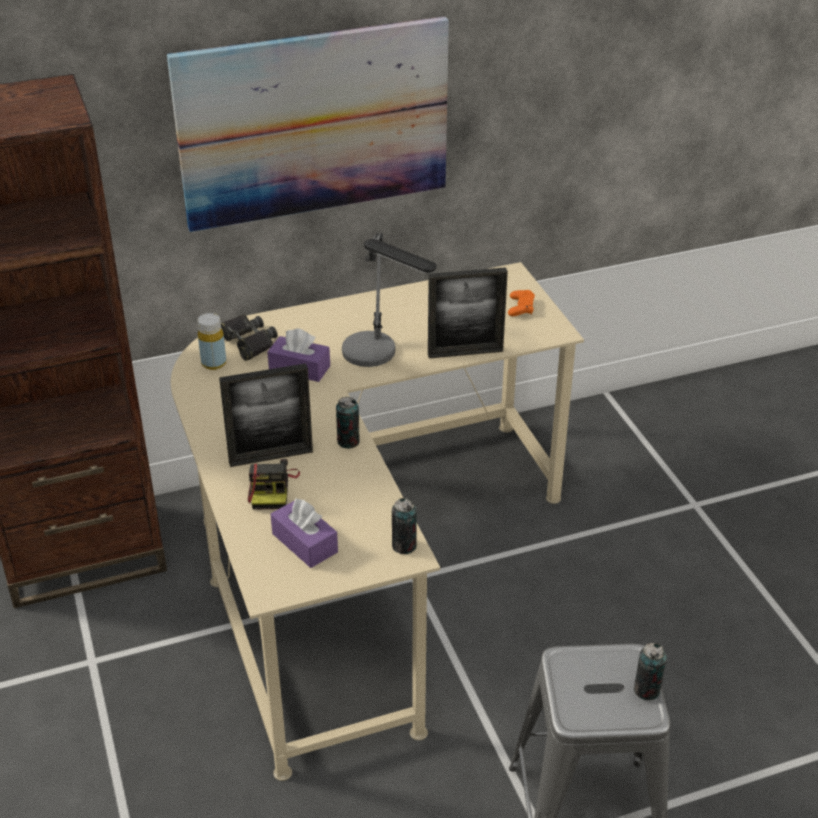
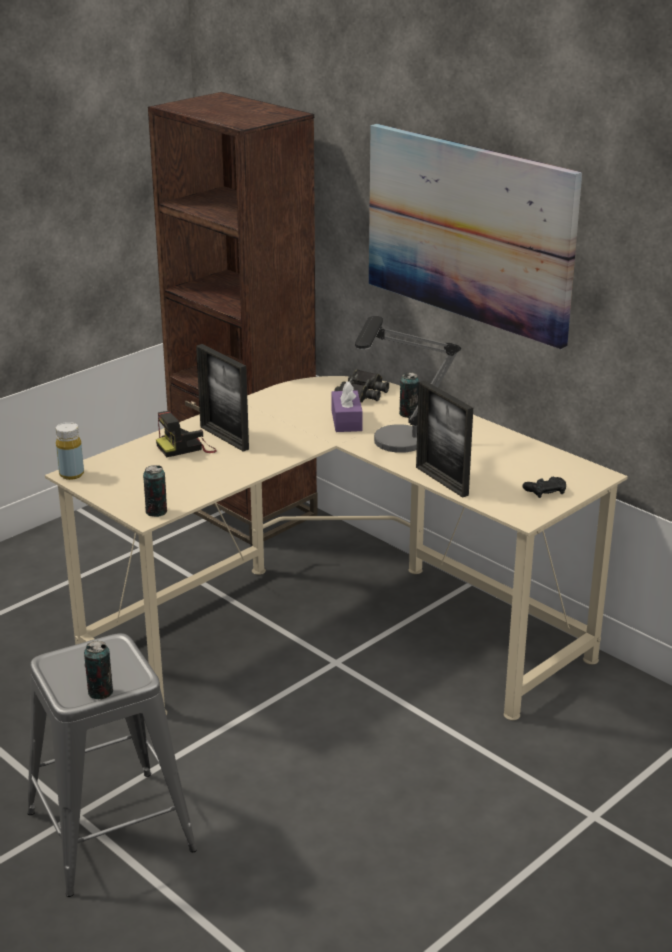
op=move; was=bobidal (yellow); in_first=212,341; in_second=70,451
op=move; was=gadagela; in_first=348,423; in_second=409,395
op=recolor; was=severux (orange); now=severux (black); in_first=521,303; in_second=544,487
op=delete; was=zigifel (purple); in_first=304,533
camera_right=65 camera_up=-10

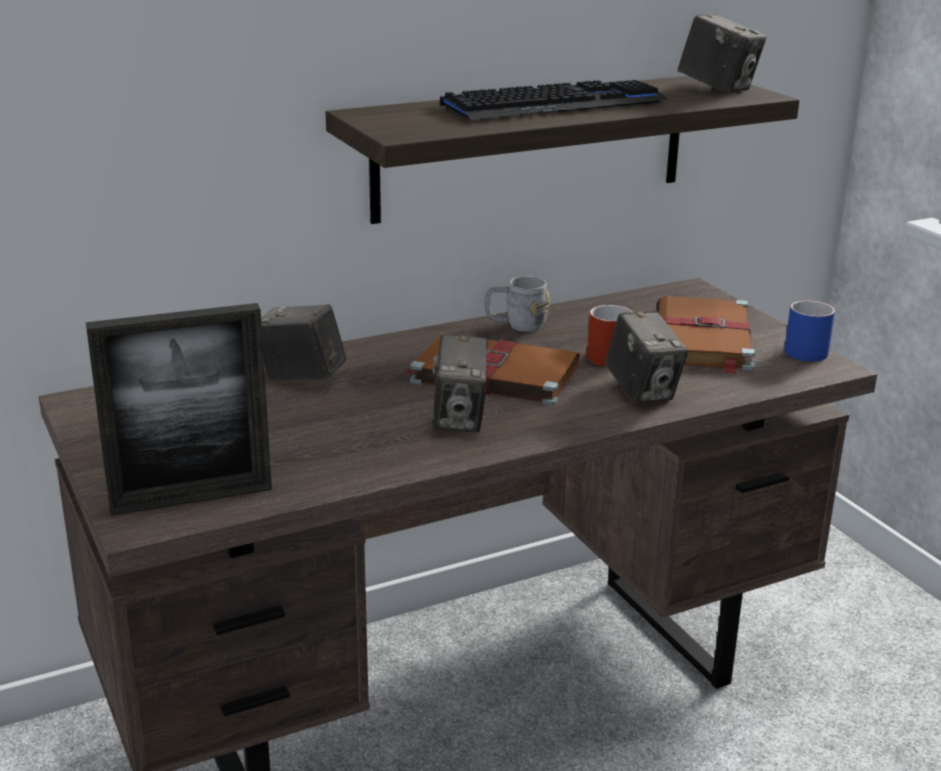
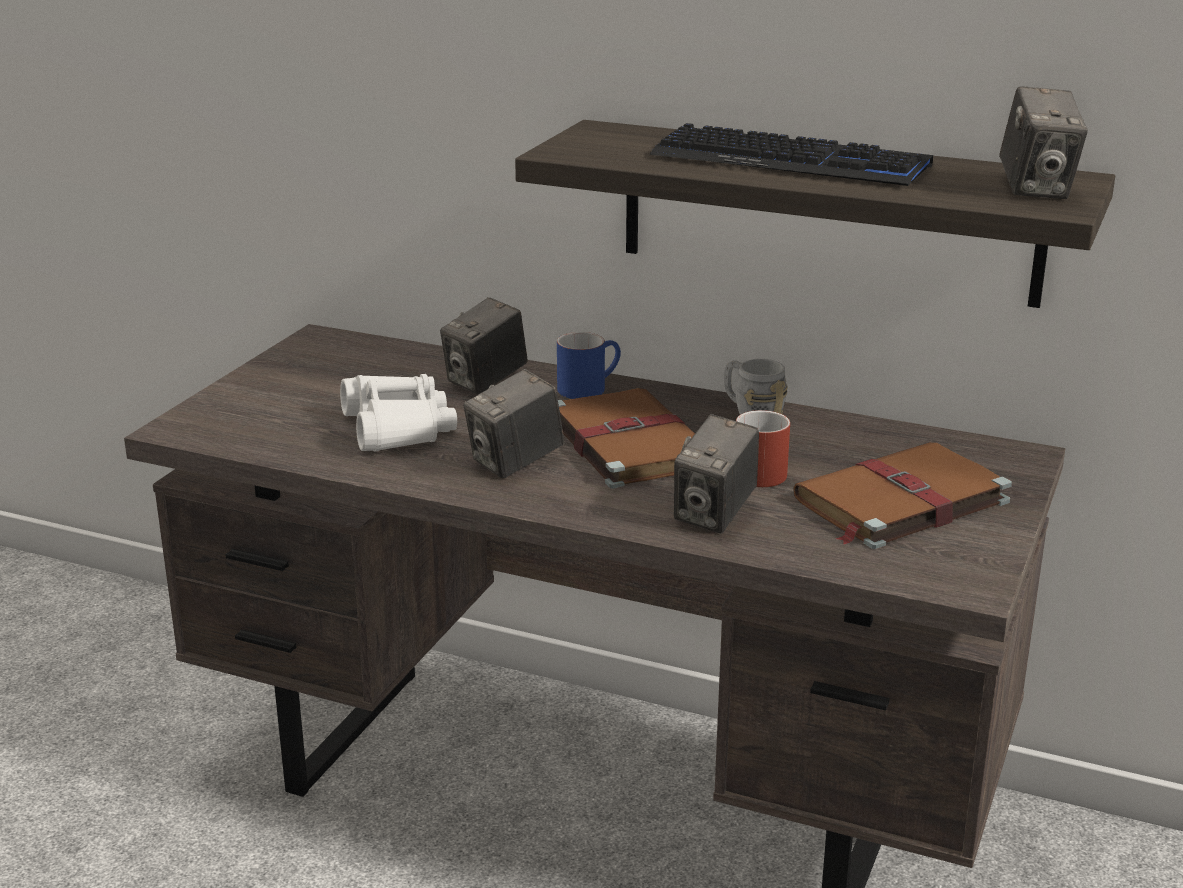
op=insert; now=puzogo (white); in_second=398,412
op=rotate; was=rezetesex; in_first=304,342; in_second=484,345; clockwise=-120
op=move; was=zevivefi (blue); in_first=810,330; in_second=589,365
op=delete; was=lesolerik; in_first=179,409
camera_right=50 camera_up=0

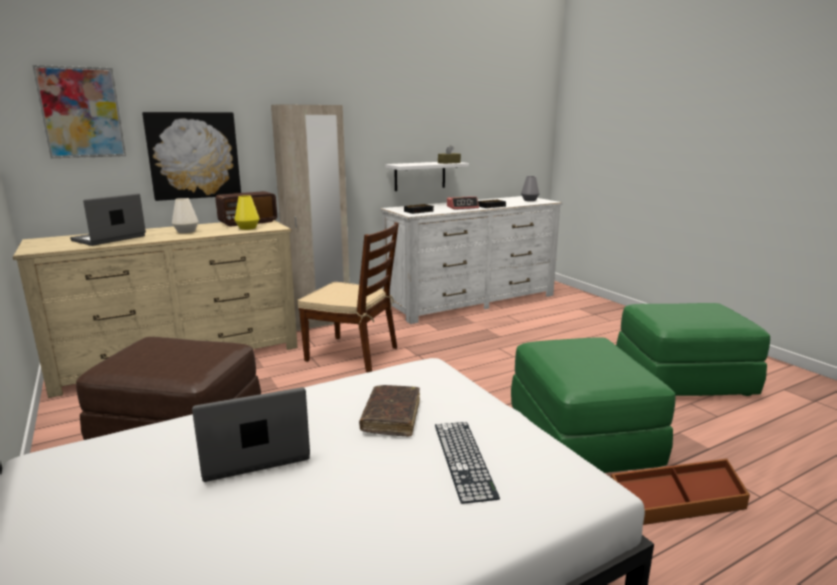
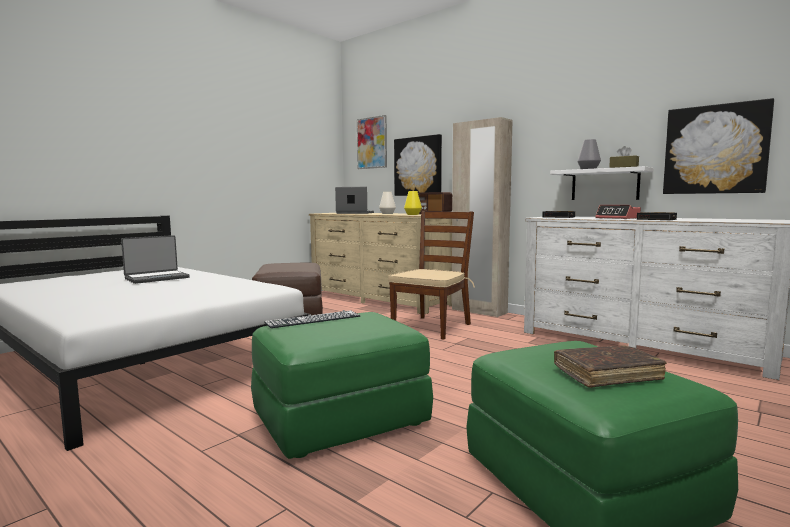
op=rotate; was=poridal; in_first=251,434; in_second=155,259; clockwise=90
op=move; was=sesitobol; in_first=467,463; in_second=312,319
op=rotate; was=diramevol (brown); in_first=348,297; in_second=431,275; clockwise=-150
op=move; was=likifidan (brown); in_first=389,410; in_second=610,367
op=move; was=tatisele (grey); in_first=530,188; in_second=589,154
op=insert; now=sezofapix; in_second=718,146
op=delete; was=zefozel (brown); in_first=680,492
camera_right=70 camera_up=-10

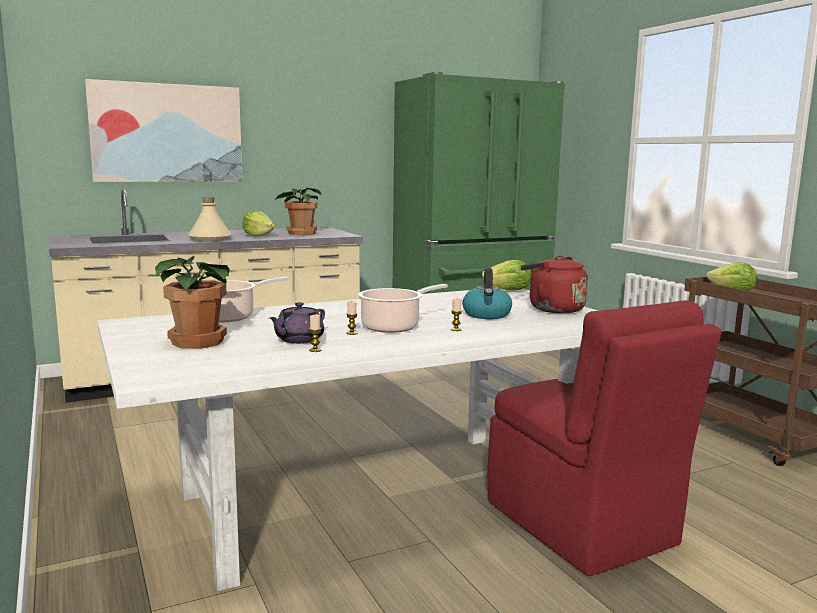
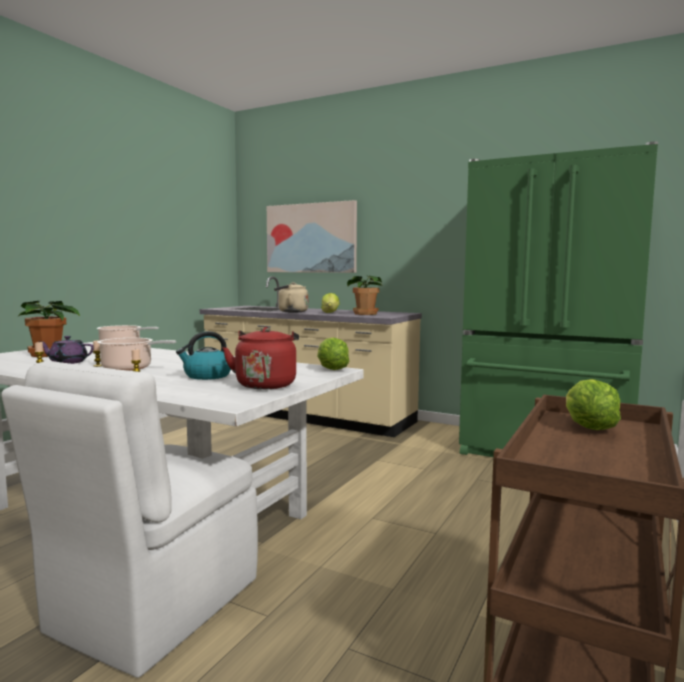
op=recolor; was=diramevol (red); now=diramevol (white); in_first=605,438; in_second=129,519
op=replace; was=bobidal (beige); now=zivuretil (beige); in_first=210,219; in_second=291,297
camera_right=55 camera_up=-5

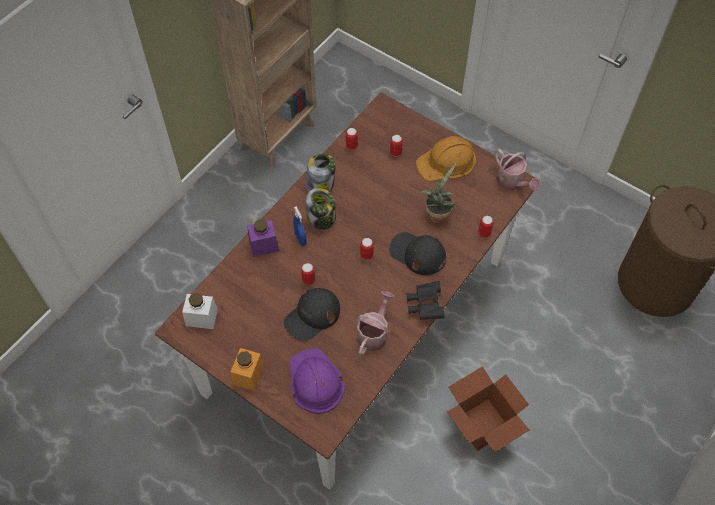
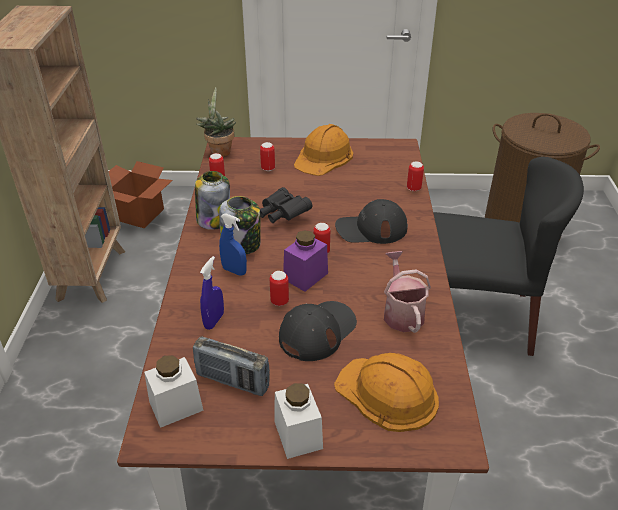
op=move; was=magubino; in_first=488,409; in_second=141,194
op=insert; now=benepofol; in_second=231,366
op=move; was=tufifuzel; in_first=438,194; in_second=216,122
op=insert; now=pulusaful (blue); in_second=212,293
op=move; was=puzogo (black); in_first=425,300; in_second=286,205
op=recolor; was=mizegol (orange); now=mizegol (white); in_first=247,369; in_second=298,421
op=rotate; was=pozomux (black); in_first=312,314; in_second=318,331; clockwise=-150
op=move; was=mizegol (purple); in_first=263,238; in_second=305,261
op=recolor; was=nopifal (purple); now=nopifal (orange); in_first=317,381; in_second=386,392
op=insert; now=diramevol (black); in_second=508,256
op=delete; was=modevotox; in_first=517,170
camera_right=-35 camera_up=-20

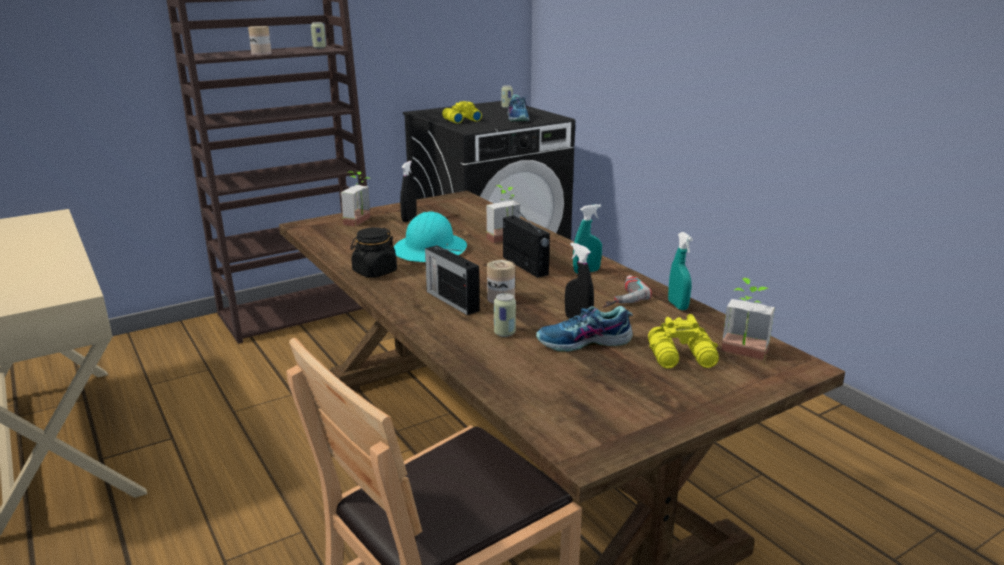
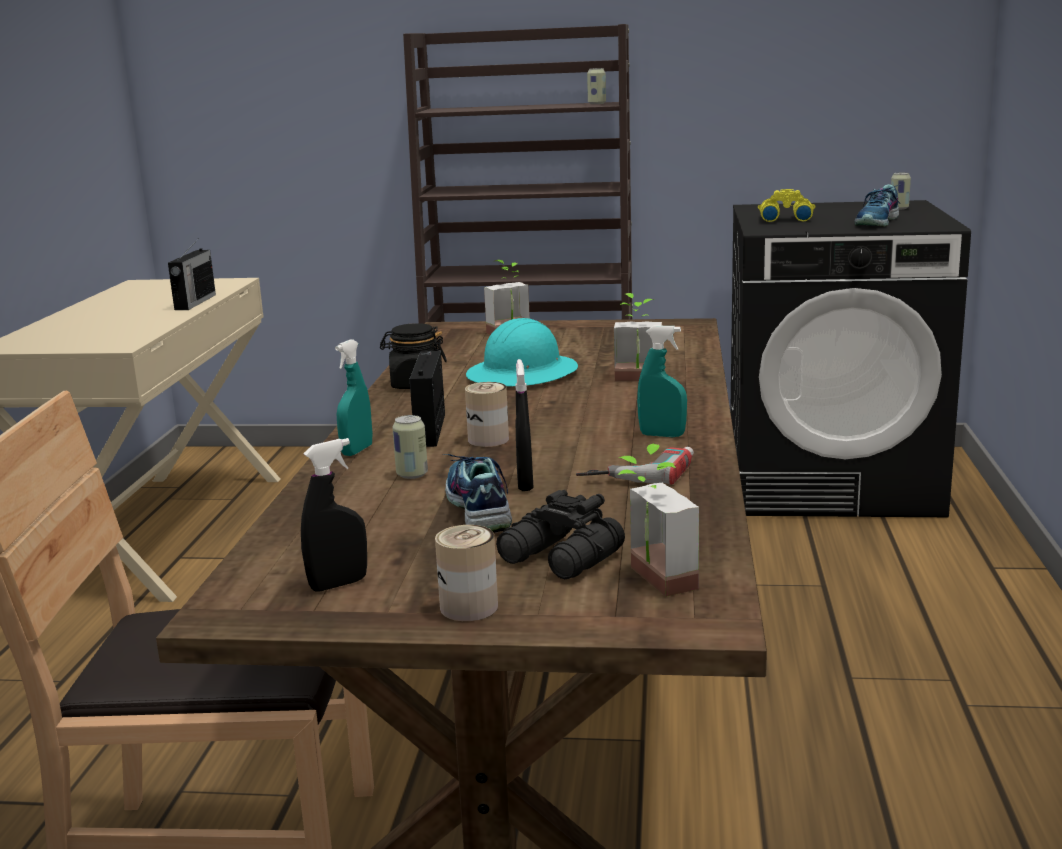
op=move; was=benepofol; in_first=526,243; in_second=192,274
op=move; was=pulusaful (black); in_first=408,191; in_second=334,515
op=move; was=pulusaful (turquoise); in_first=680,271; in_second=354,397
op=move; was=gadagela; in_first=260,40; in_second=466,573
op=rotate; was=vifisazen; in_first=584,329; in_second=477,493; clockwise=45
op=recolor; was=puzogo (yellow); now=puzogo (black); in_first=683,341; in_second=560,534
camera_right=40 camera_up=-5

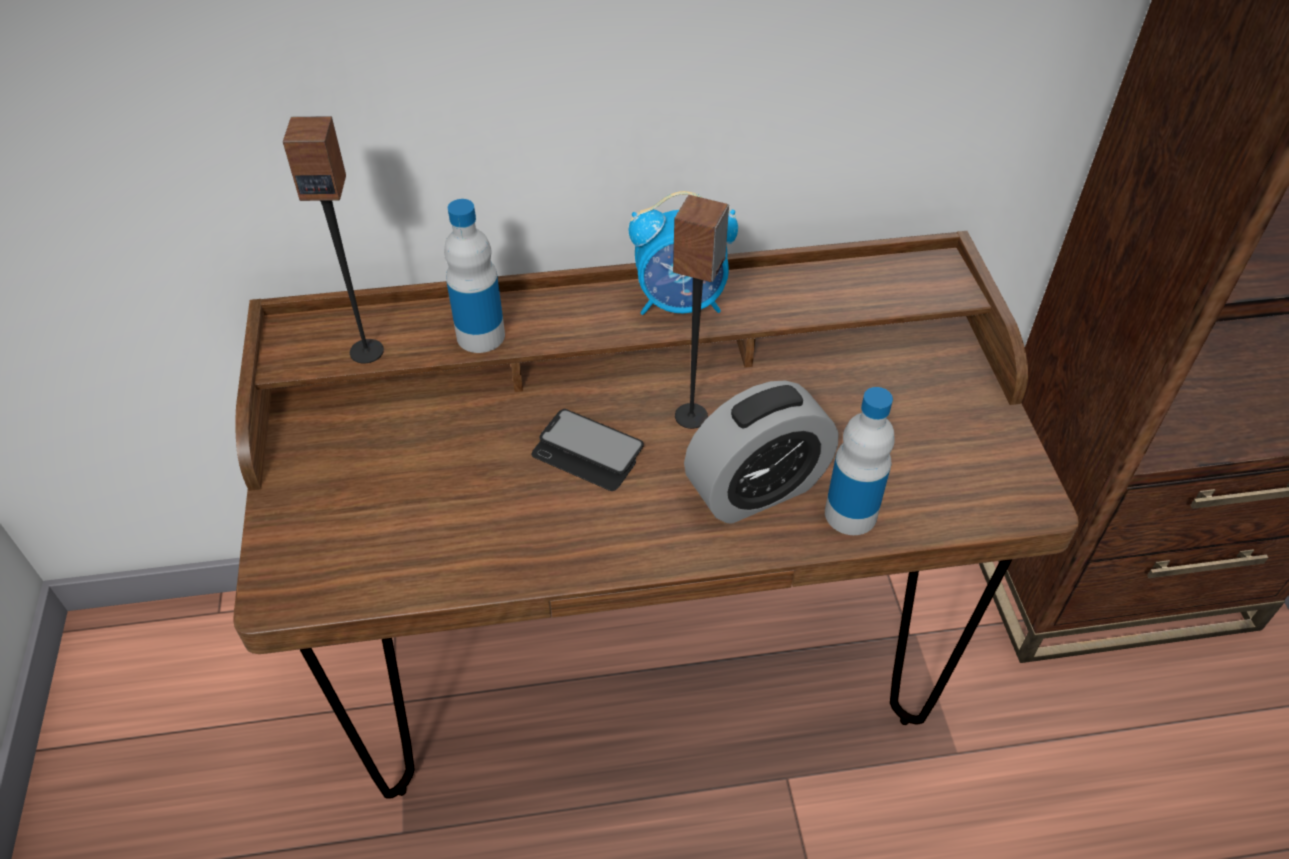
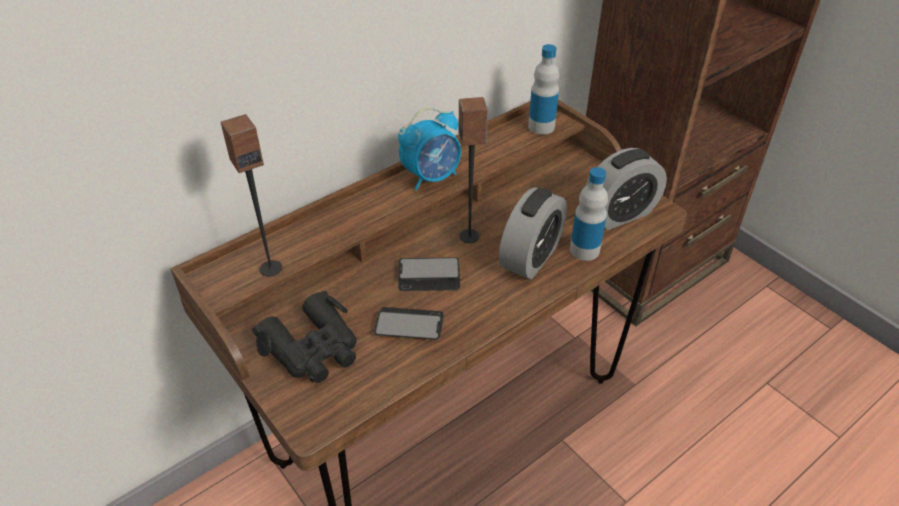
op=insert; now=puzogo (black); in_second=304,337
op=insert; now=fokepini; in_second=409,323
op=move; was=bobidal; in_first=474,276; in_second=543,89
op=insert; now=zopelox; in_second=626,189
camera_right=-30 camera_up=-5

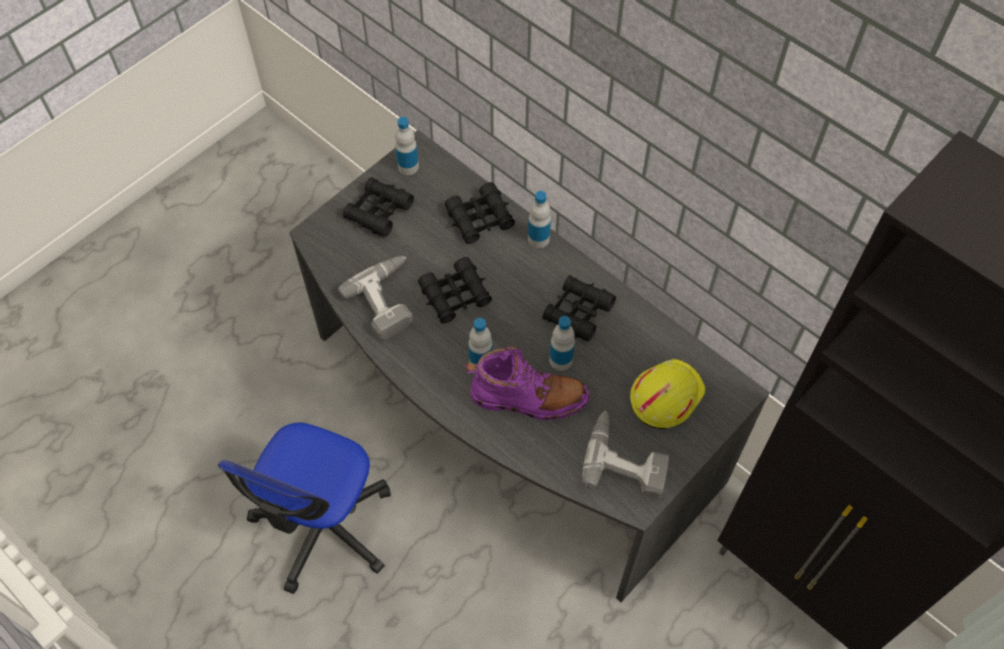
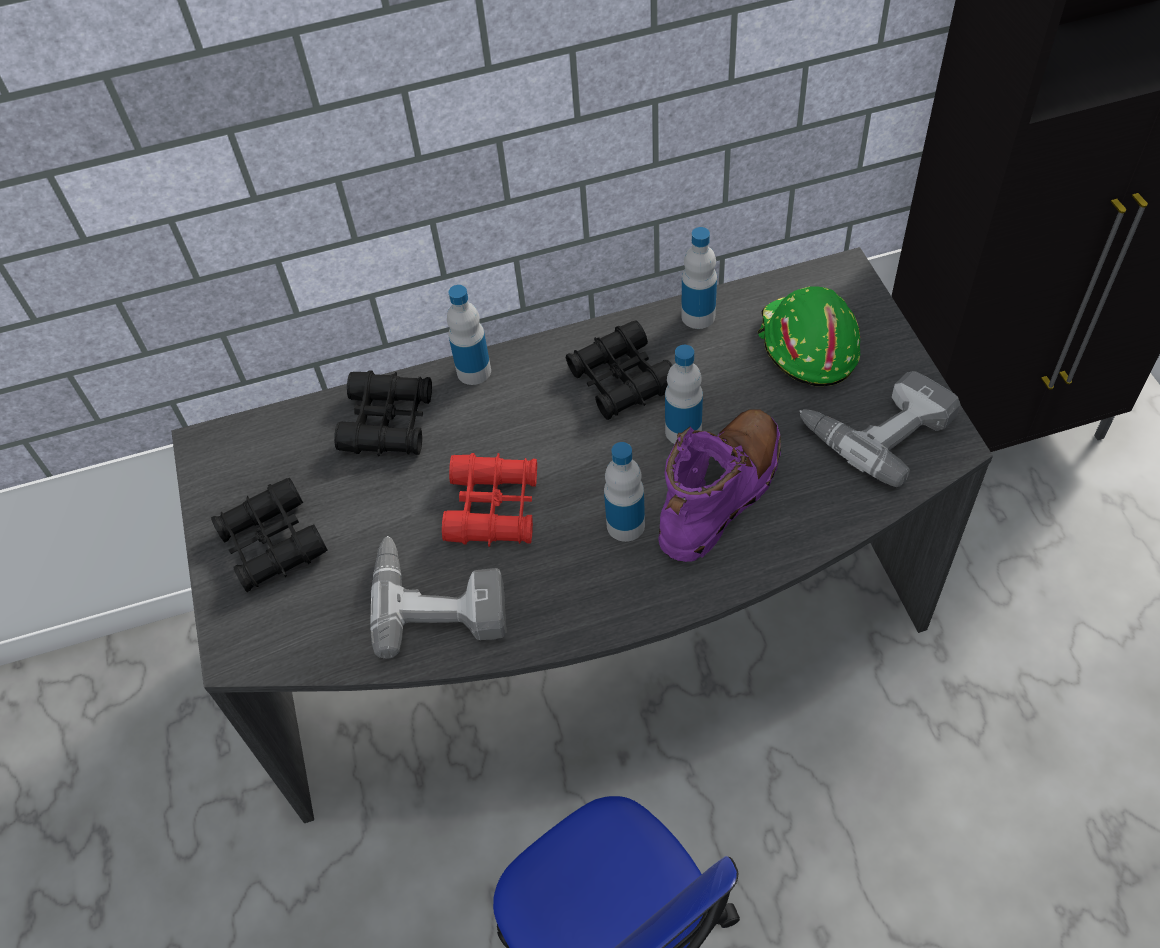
op=recolor; was=puzogo (black); now=puzogo (red); in_first=455,290; in_second=489,500
op=move; was=bobidal; in_first=407,146; in_second=699,278
op=recolor; was=nopifal (yellow); now=nopifal (green); in_first=668,394; in_second=809,336
camera_right=-55 camera_up=-5

